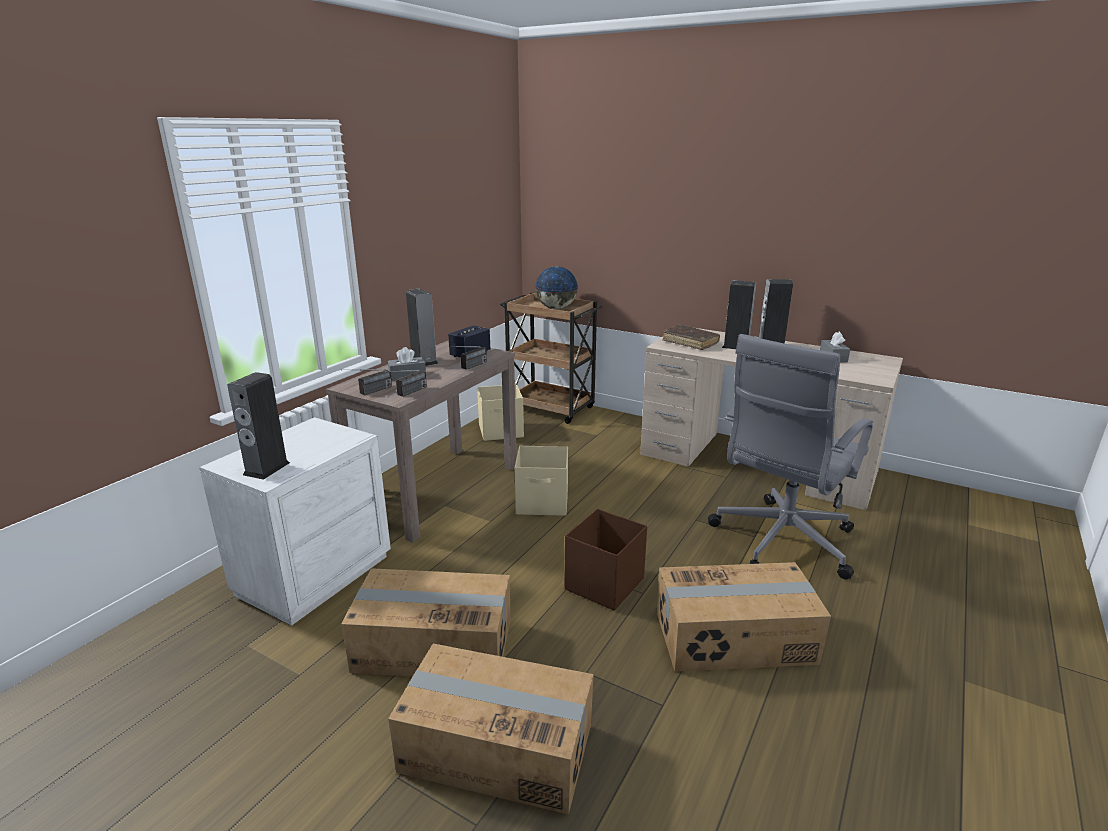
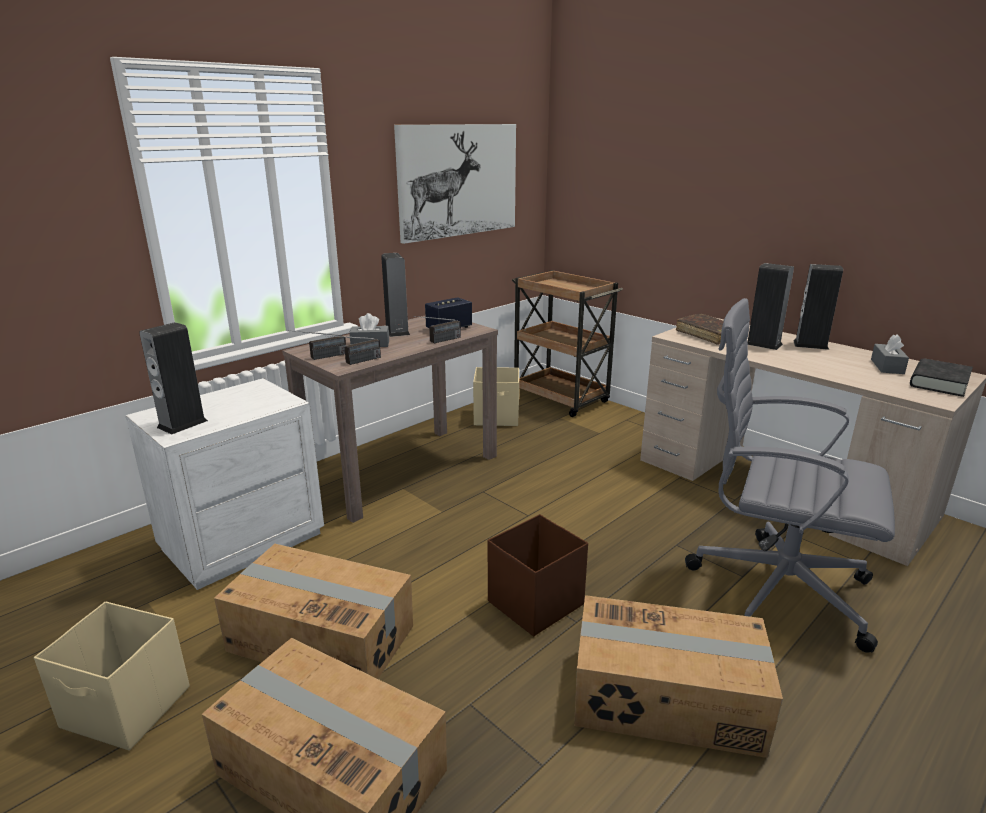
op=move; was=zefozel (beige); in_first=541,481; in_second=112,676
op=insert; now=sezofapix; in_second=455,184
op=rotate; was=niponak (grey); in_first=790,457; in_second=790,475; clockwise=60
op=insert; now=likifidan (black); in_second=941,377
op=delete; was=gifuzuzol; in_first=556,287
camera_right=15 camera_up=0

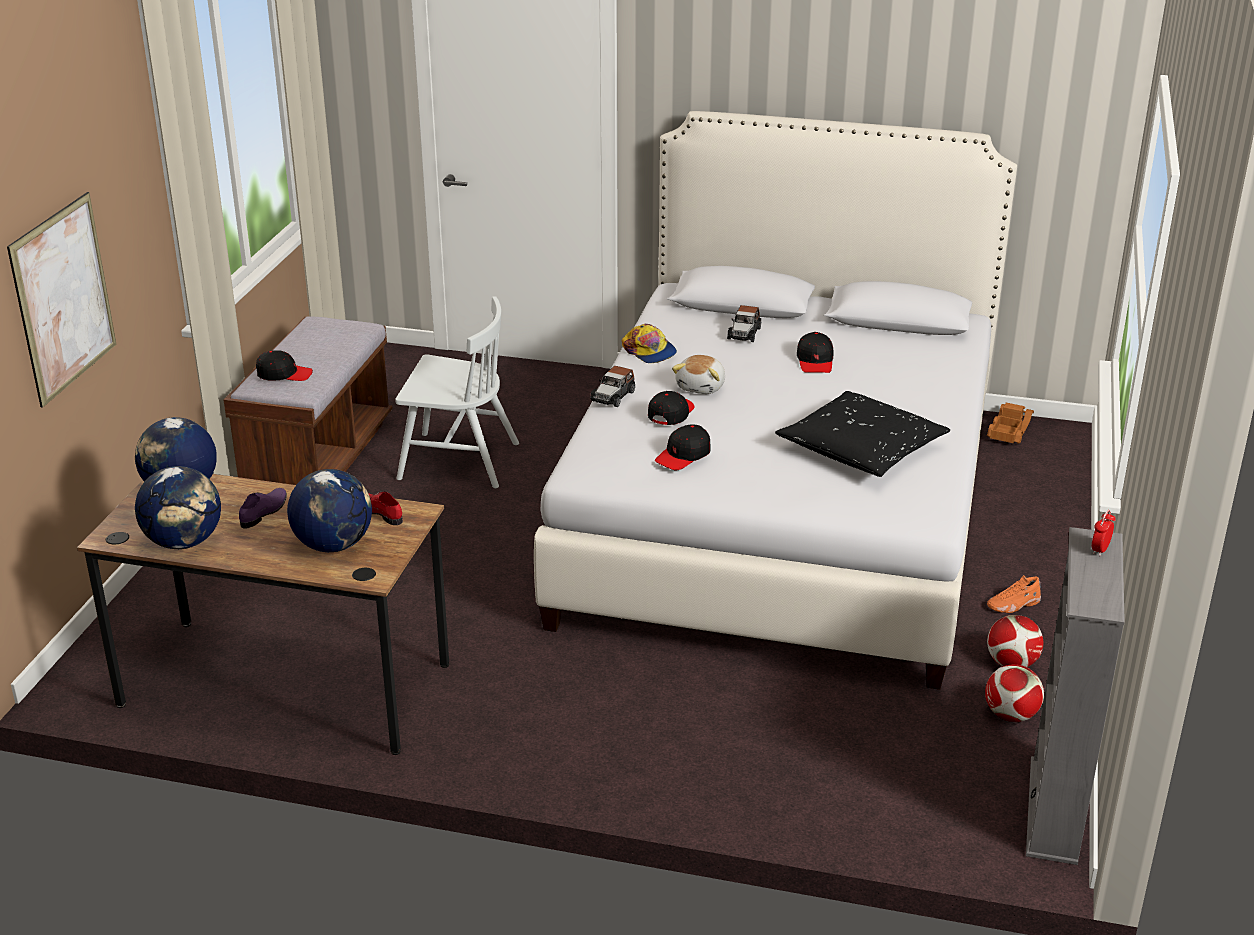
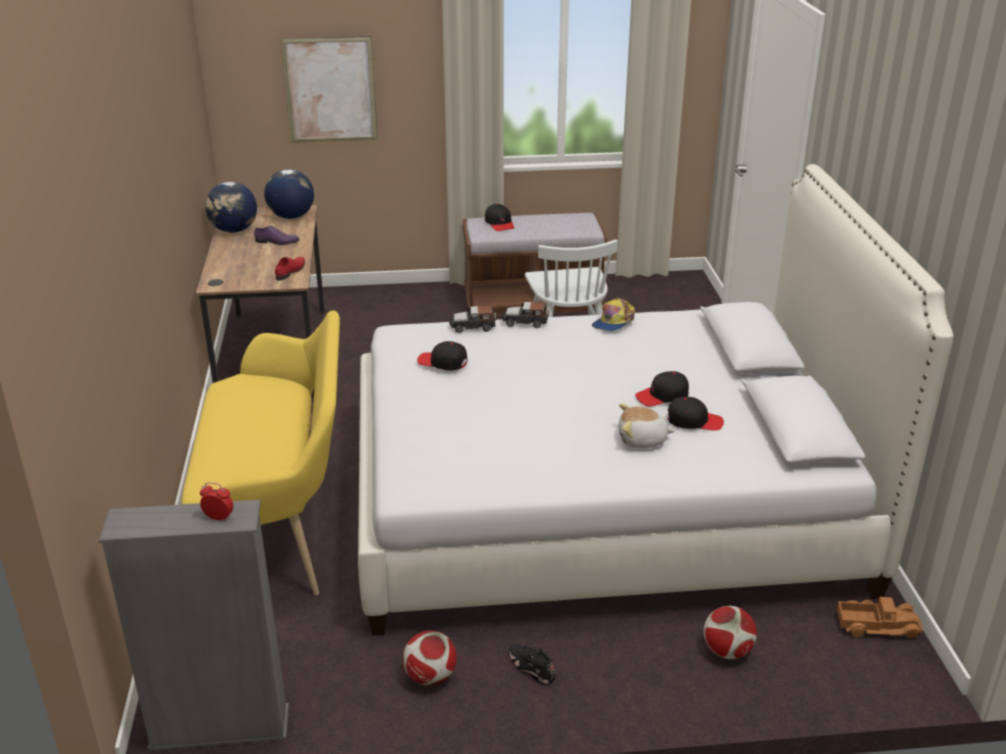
op=insert; now=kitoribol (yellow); in_second=260,453
op=move; was=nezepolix; in_first=744,323; in_second=472,319
op=recolor; was=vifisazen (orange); now=vifisazen (black); in_first=1014,594; in_second=532,664
op=move; was=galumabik; in_first=698,374; in_second=647,425
op=move; was=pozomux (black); in_first=671,408; in_second=696,414
op=move; was=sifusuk; in_first=1014,693; in_second=730,632
op=delete; was=gifuzuzol; in_first=329,510
op=delete; was=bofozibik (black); in_first=862,434
camera_right=70 camera_up=0

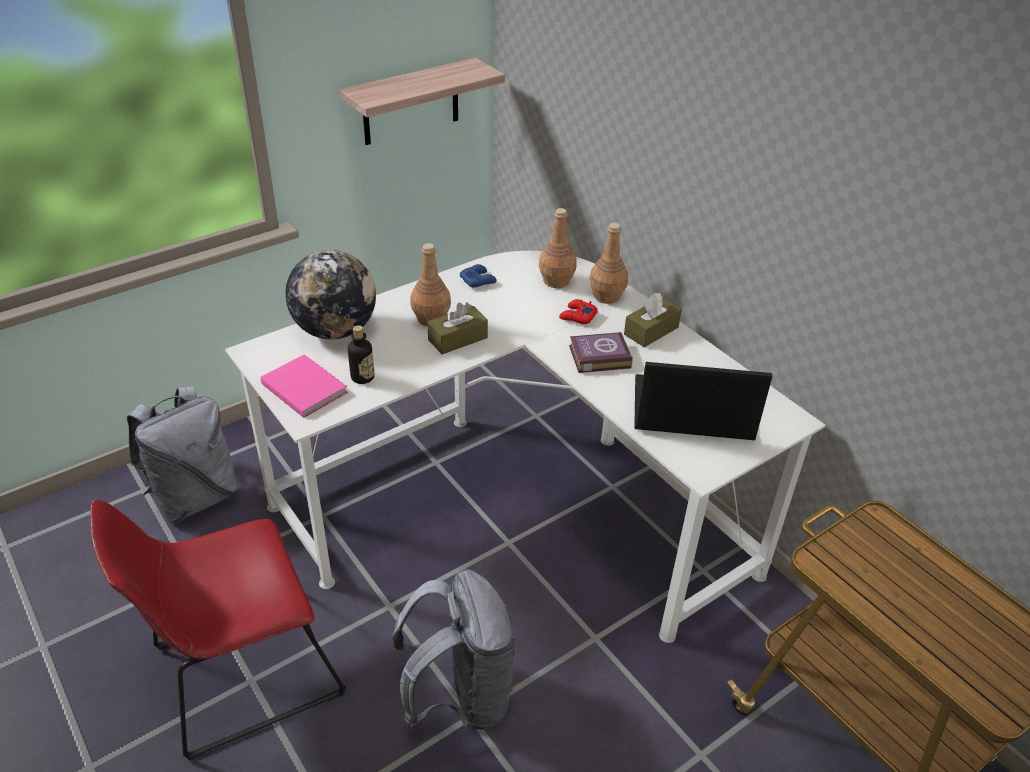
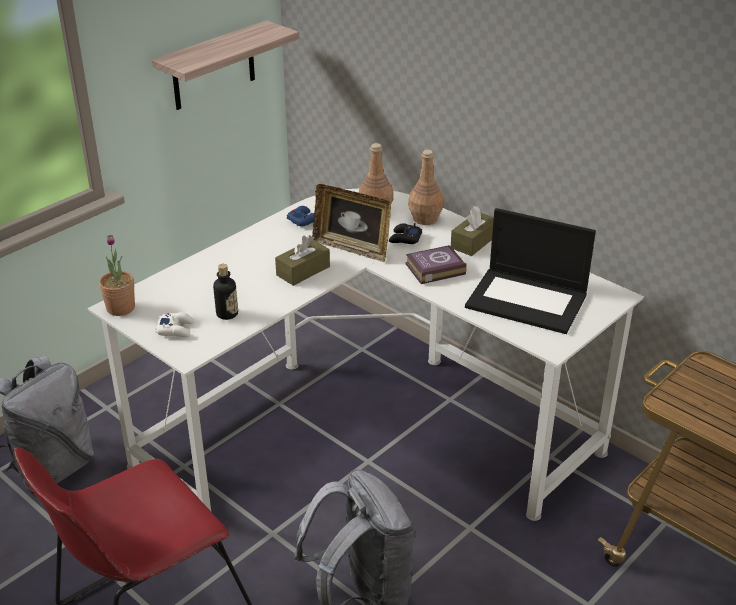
op=insert; now=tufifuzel; in_second=117,275
op=replace; was=likifidan (pink); now=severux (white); in_first=304,386; in_second=174,324
op=insert; now=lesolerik; in_second=351,223
op=recolor; was=severux (red); now=severux (black); in_first=578,311; in_second=405,233
op=rotate; was=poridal; in_first=703,401; in_second=530,271; clockwise=-150
op=delete; was=gifuzuzol; in_first=331,295
op=delete; was=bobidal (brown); in_first=431,285
camera_right=-10 camera_up=-5

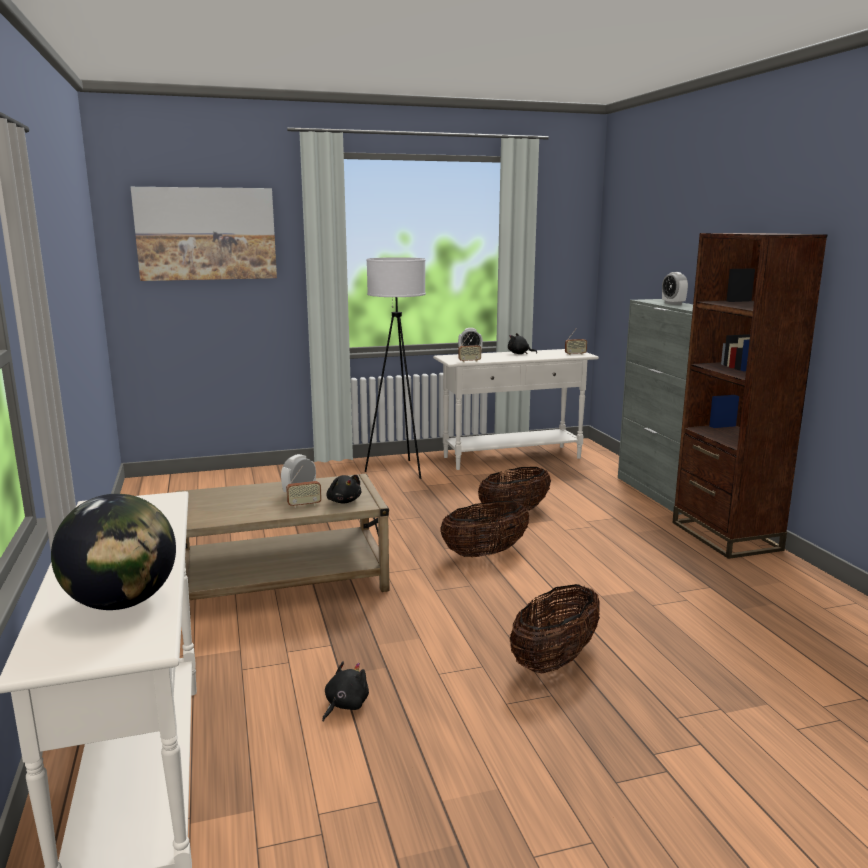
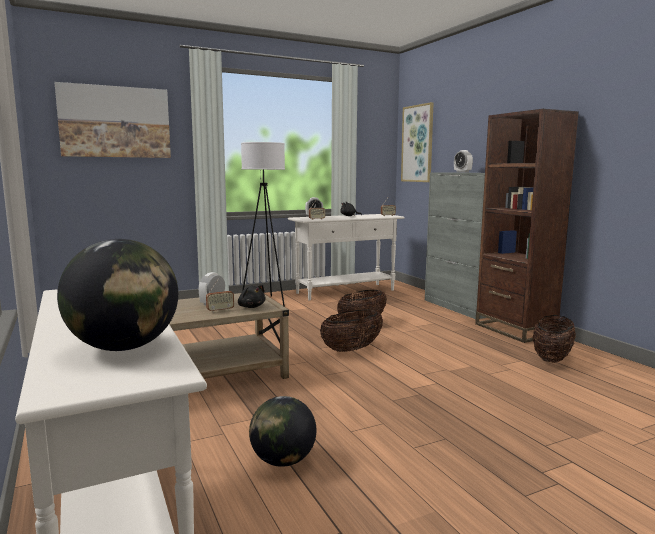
op=replace; was=galumabik (black); now=gifuzuzol; in_first=345,691; in_second=282,431
op=insert; now=sezofapix; in_second=417,142
op=move; was=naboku; in_first=555,628; in_second=554,339
camera_right=-10 camera_up=-5

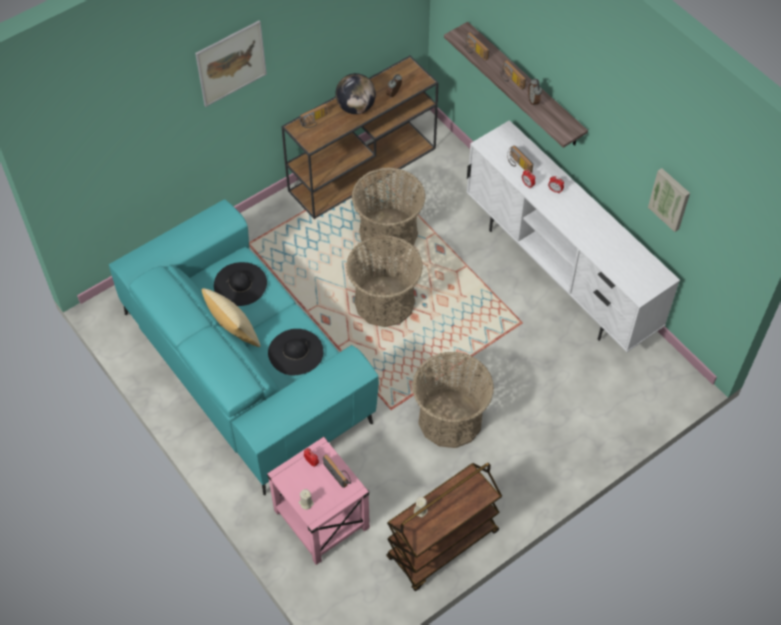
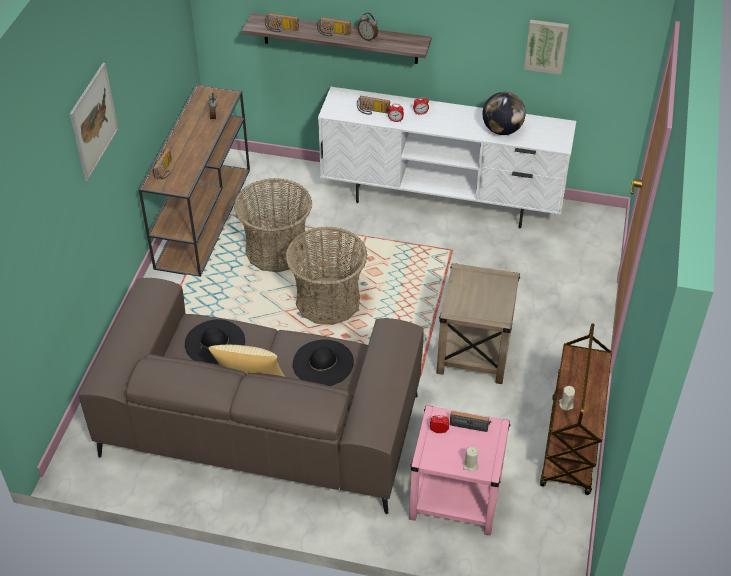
op=recolor; was=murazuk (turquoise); now=murazuk (brown); in_first=244,347; in_second=251,396
op=replace; was=naboku; now=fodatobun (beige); in_first=453,400; in_second=478,323
op=move; was=gifuzuzol; in_first=355,93; in_second=504,113
camera_right=-40 camera_up=-10

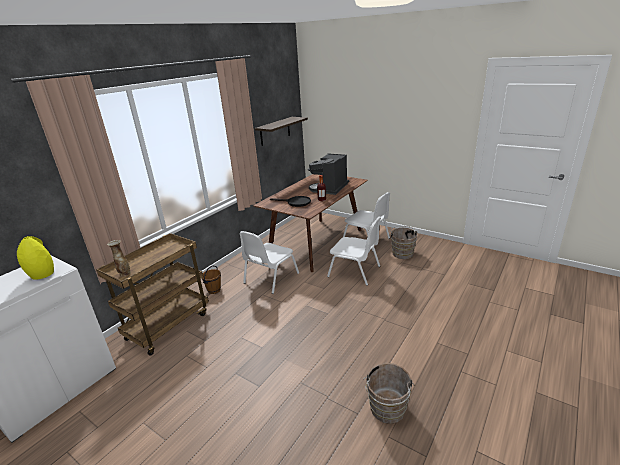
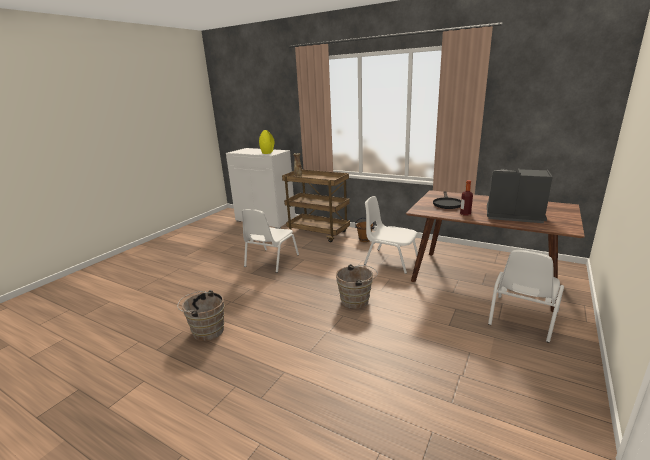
op=move; was=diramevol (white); in_first=354,251; in_second=270,241
op=move; was=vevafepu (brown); in_first=403,242; in_second=357,286
op=delete; was=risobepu; in_first=281,131
camera_right=85 camera_up=-5

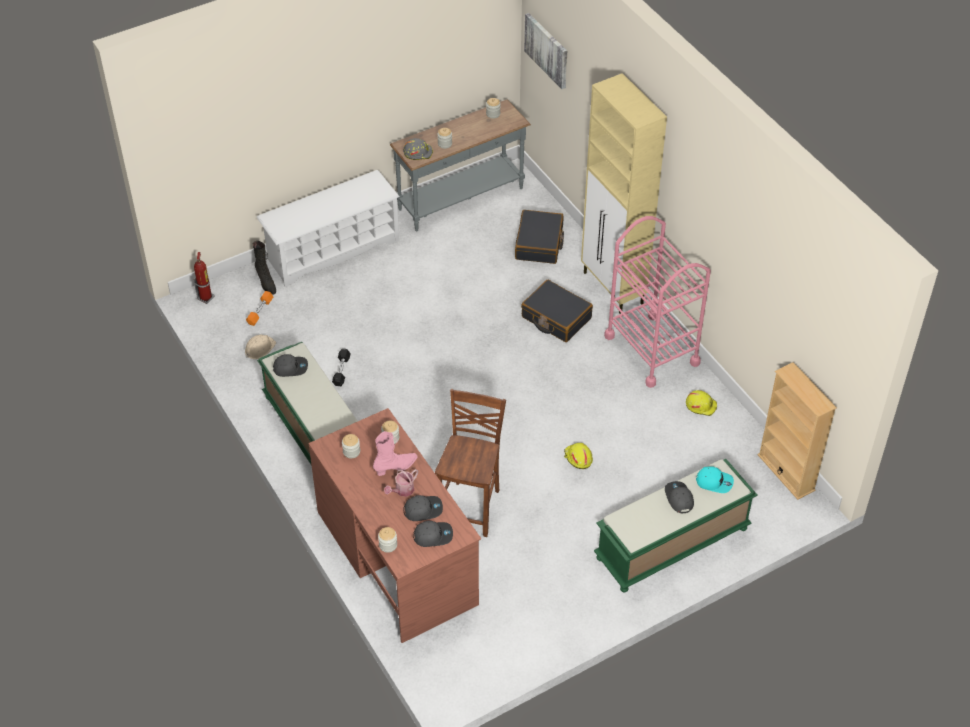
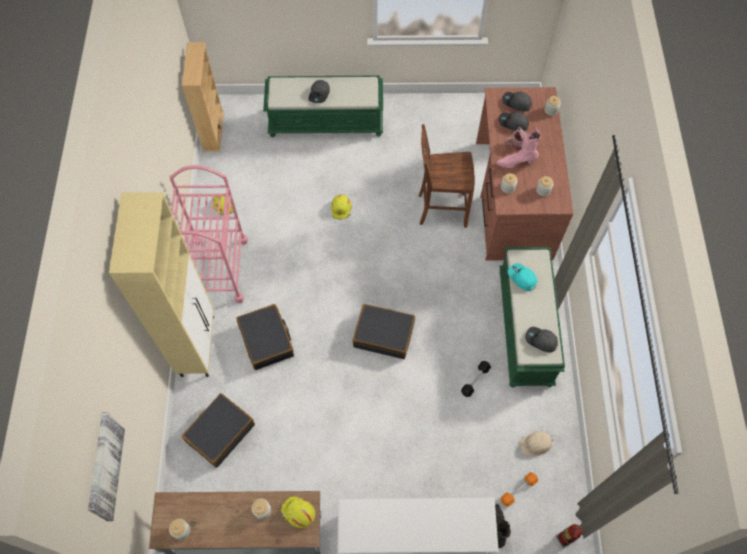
op=recolor; was=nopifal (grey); now=nopifal (yellow); in_first=418,149; in_second=298,512
op=insert; now=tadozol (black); in_second=384,331
op=rotate; was=diramevol (brown); in_first=470,463; in_second=446,176; clockwise=45
op=move; was=pozomux (turquoise); in_first=715,479; in_second=522,277
camera_right=-150 camera_up=15

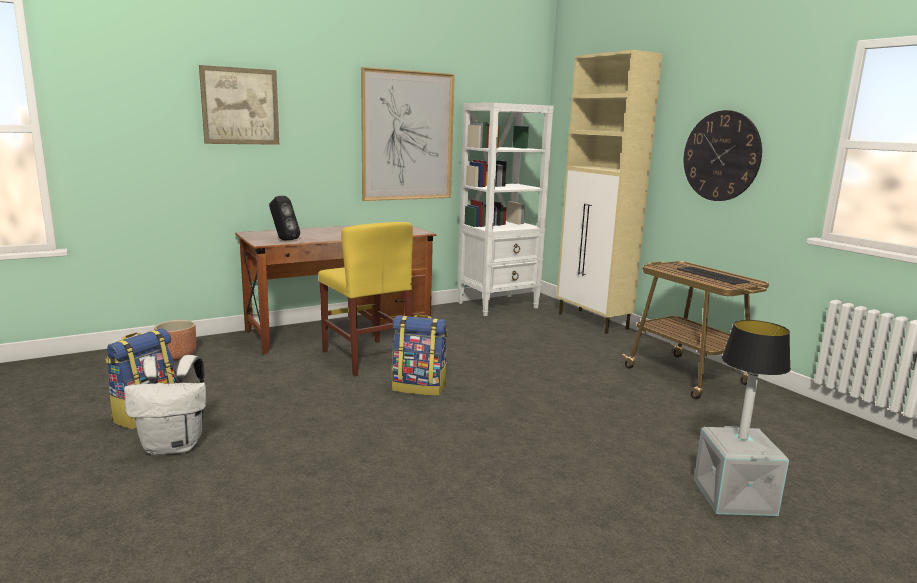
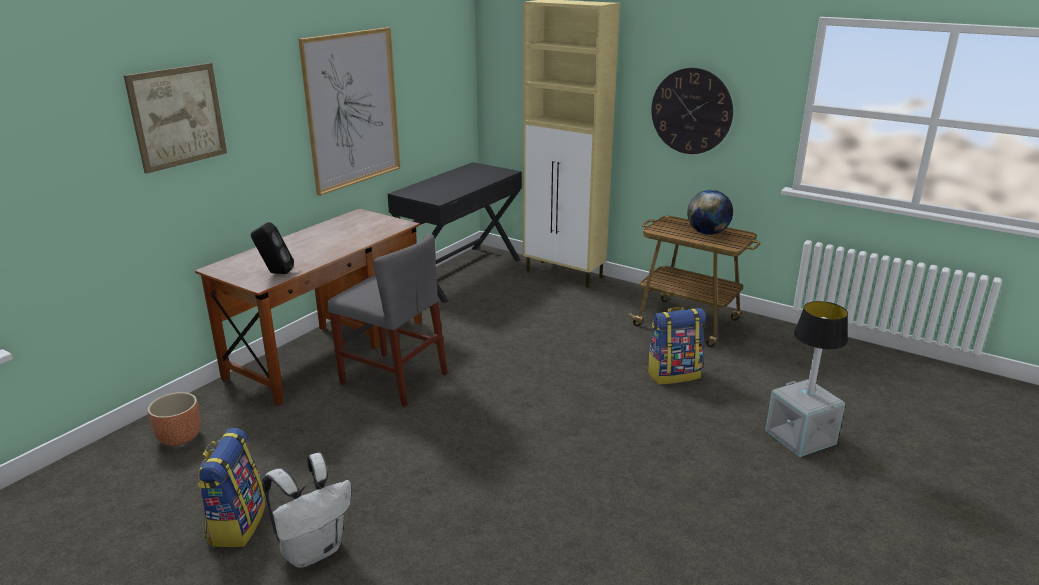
op=recolor; was=diramevol (yellow); now=diramevol (grey); in_first=365,299; in_second=387,320
op=replace; was=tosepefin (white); now=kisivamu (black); in_first=506,209; in_second=454,232
op=move; was=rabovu; in_first=419,355; in_second=676,346
op=replace; was=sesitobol; now=gifuzuzol; in_first=713,276; in_second=710,212
camera_right=-25 camera_up=10

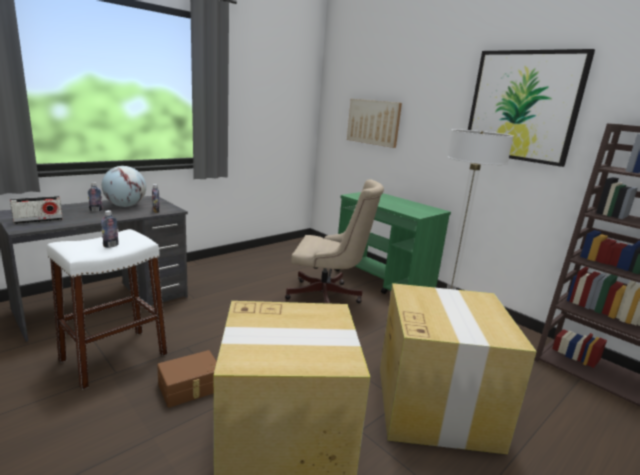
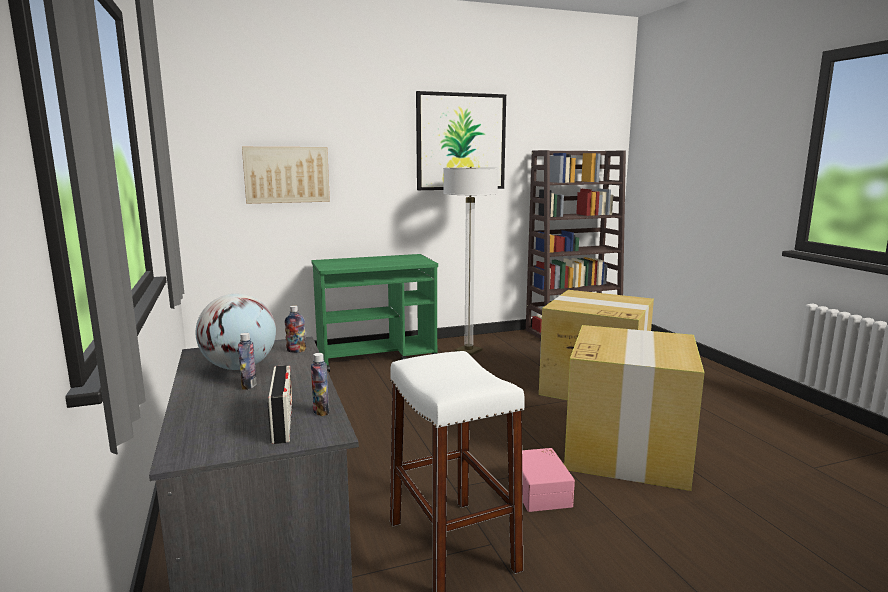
op=move; was=bobidal; in_first=110,229; in_second=320,384
op=recolor; was=zefozel (brown); now=zefozel (pink); in_first=187,379; in_second=548,480
op=delete; was=niponak (beige); in_first=334,241
camera_right=-65 camera_up=-5

